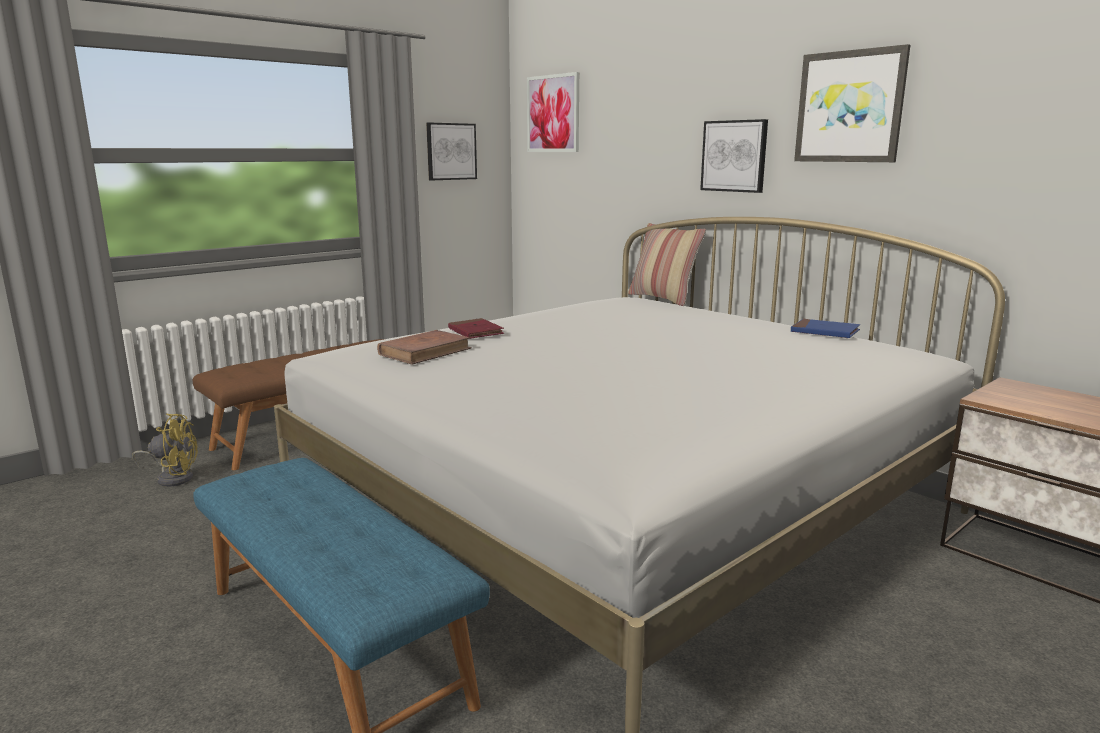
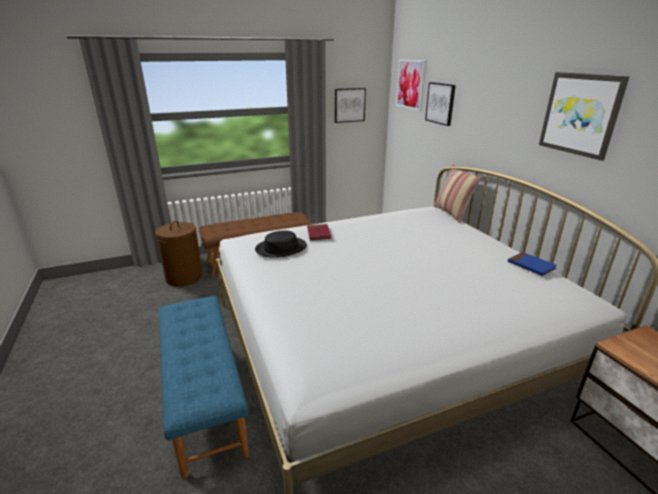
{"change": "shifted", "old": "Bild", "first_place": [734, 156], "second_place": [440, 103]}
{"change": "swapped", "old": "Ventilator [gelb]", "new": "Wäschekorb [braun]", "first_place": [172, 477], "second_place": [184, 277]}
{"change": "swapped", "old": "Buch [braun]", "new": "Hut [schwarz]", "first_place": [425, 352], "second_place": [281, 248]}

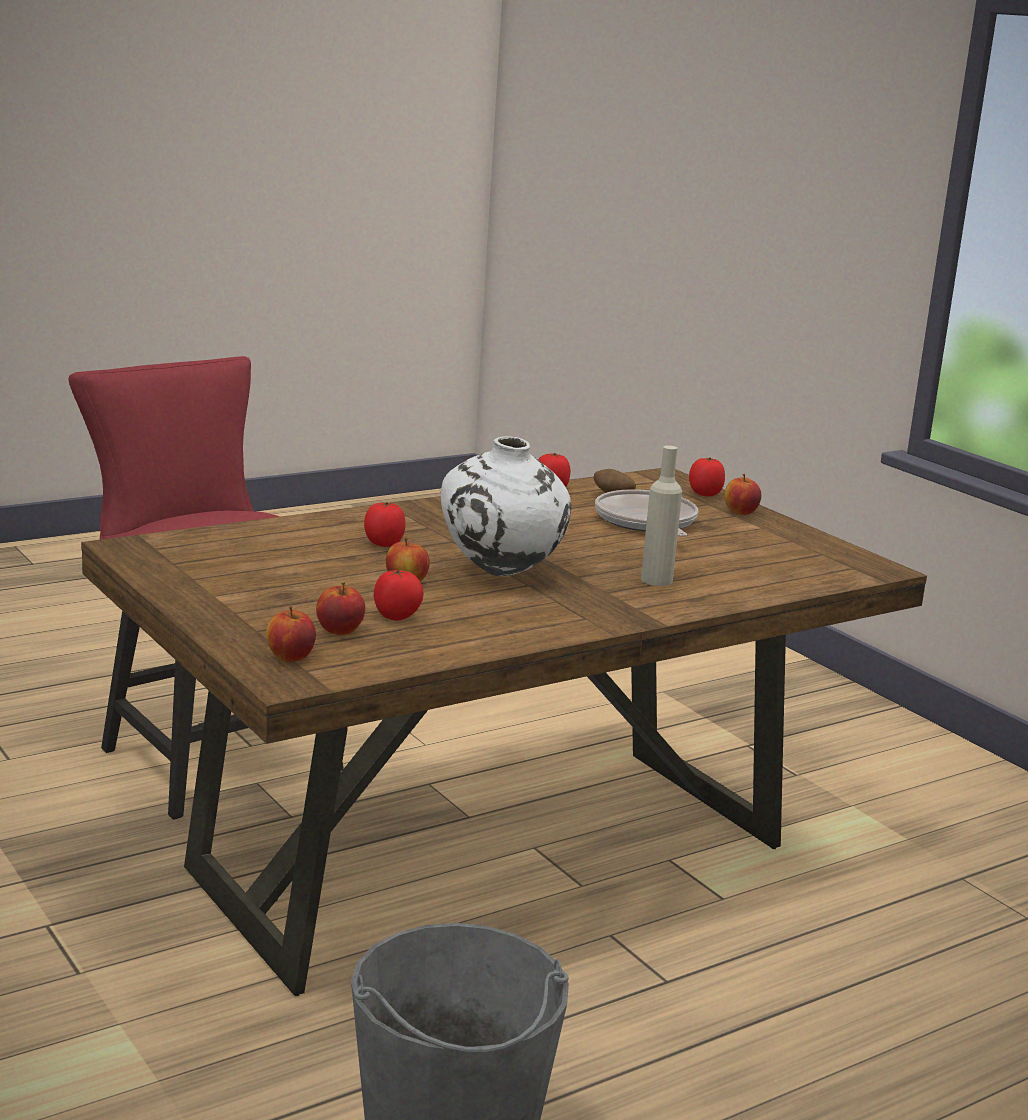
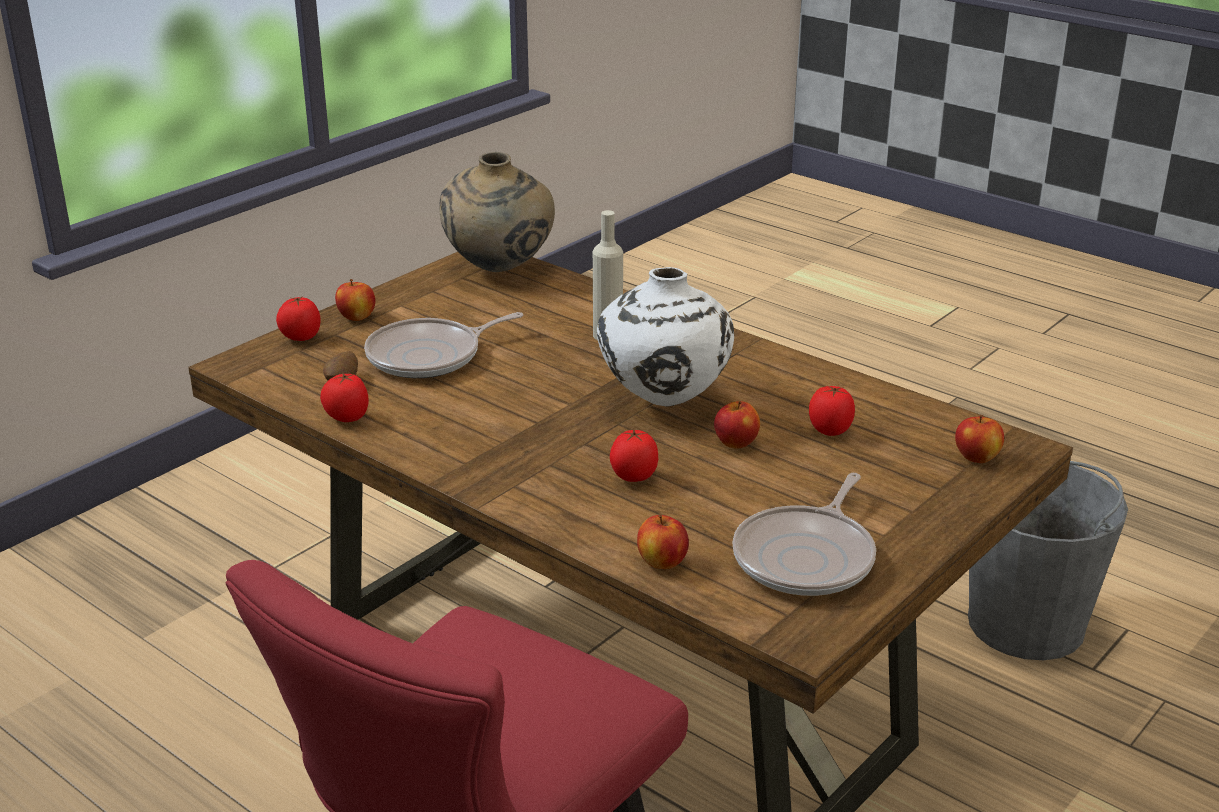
{"change": "new", "new": "Vase [beige]", "second_place": [499, 270]}
{"change": "new", "new": "Pfanne", "second_place": [807, 557]}
{"change": "shifted", "old": "Apfel", "first_place": [339, 631], "second_place": [662, 562]}

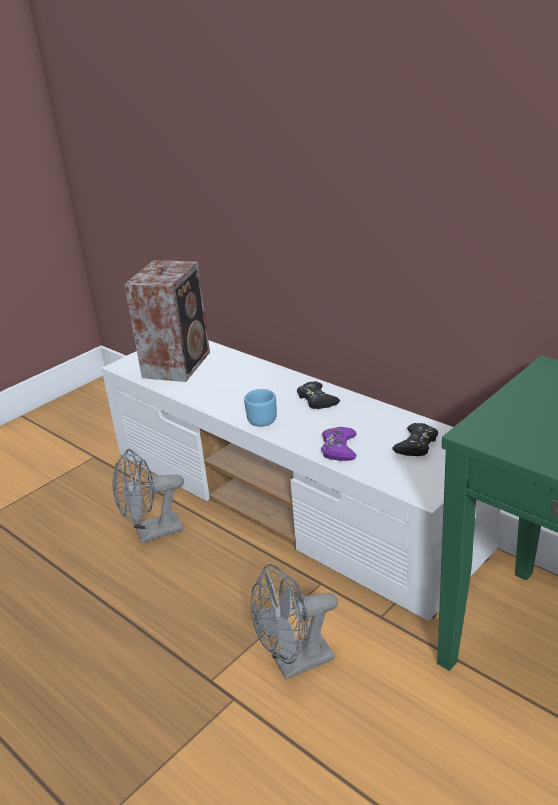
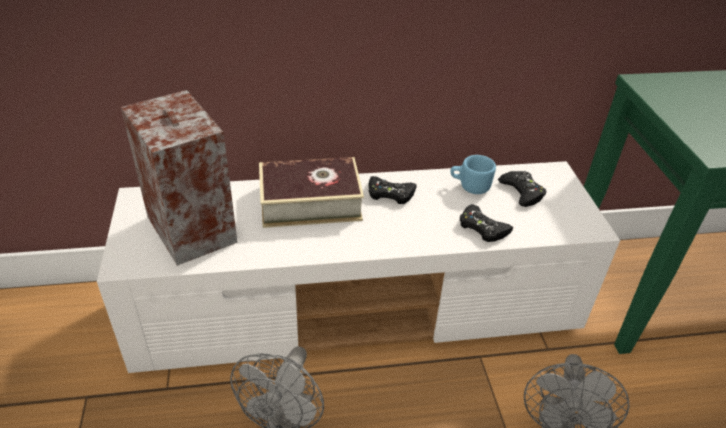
{"change": "new", "new": "Buch", "second_place": [310, 202]}
{"change": "shifted", "old": "Henkelbecher [blau]", "first_place": [260, 419], "second_place": [469, 186]}
{"change": "repainted", "old": "Gamepad [lila]", "new": "Gamepad [schwarz]", "first_place": [339, 448], "second_place": [482, 227]}

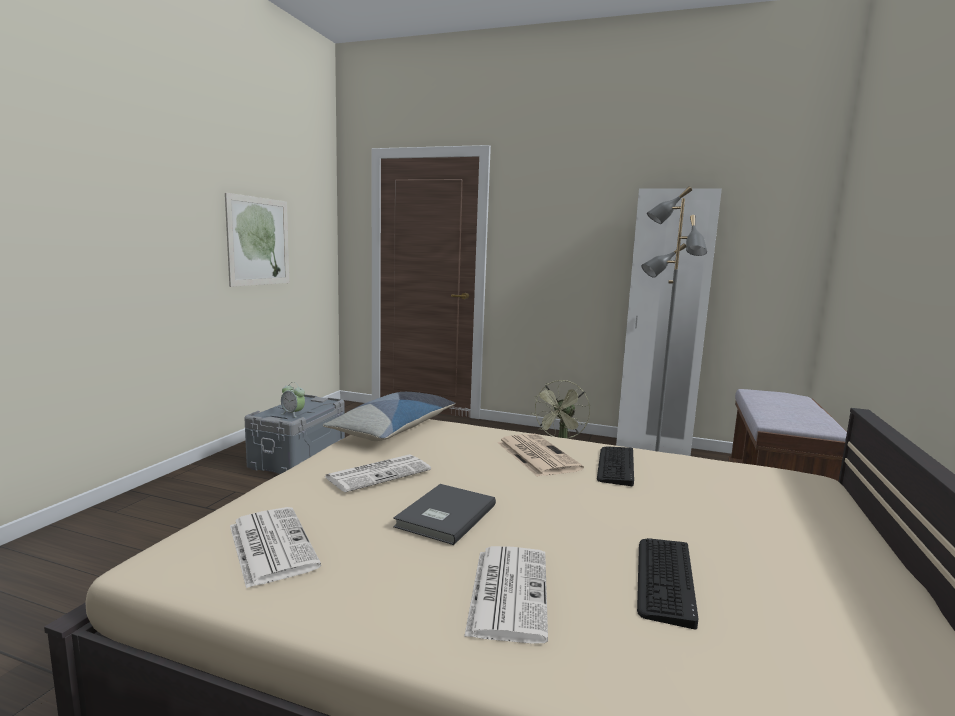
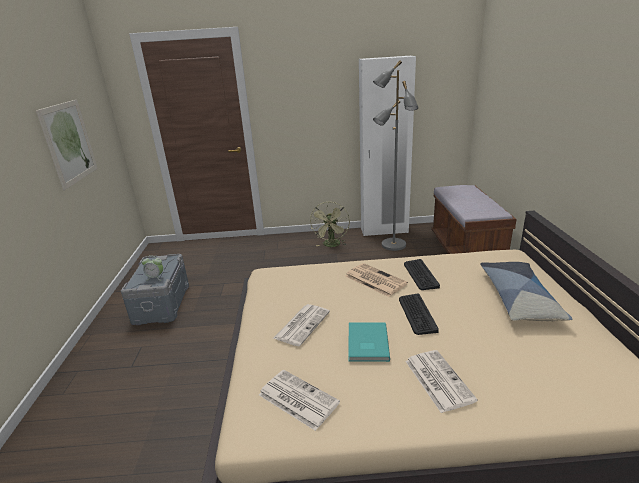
{"change": "shifted", "old": "Kissen", "first_place": [395, 428], "second_place": [519, 298]}
{"change": "shifted", "old": "Tastatur", "first_place": [664, 579], "second_place": [417, 314]}
{"change": "repainted", "old": "Buch [grau]", "new": "Buch [türkis]", "first_place": [443, 516], "second_place": [366, 343]}

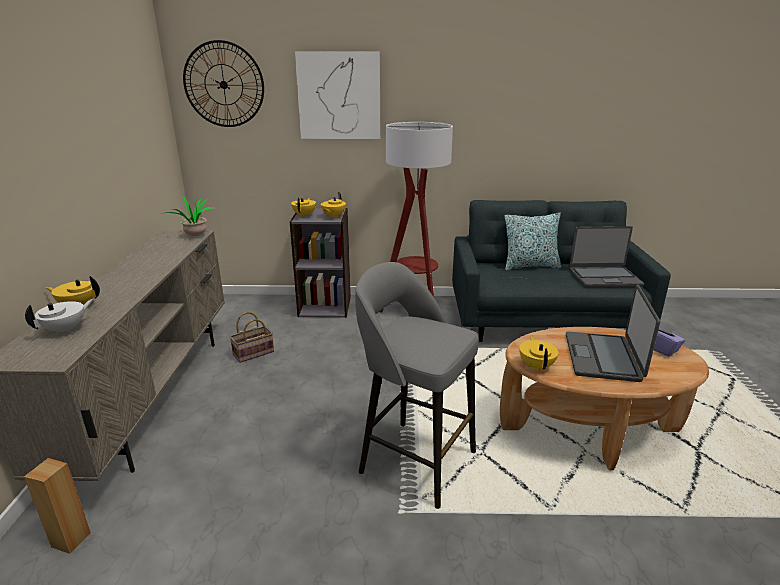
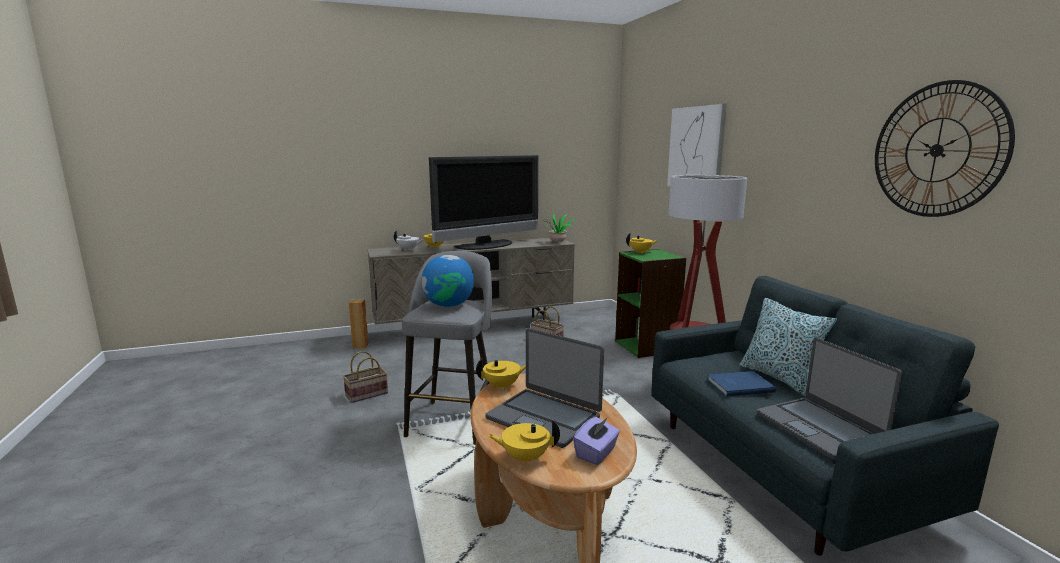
{"change": "new", "new": "Korb", "second_place": [366, 395]}
{"change": "new", "new": "Globus", "second_place": [449, 305]}
{"change": "new", "new": "Fernseher", "second_place": [487, 245]}
{"change": "new", "new": "Buch [blau]", "second_place": [738, 385]}
{"change": "shifted", "old": "Wanduhr", "first_place": [223, 84], "second_place": [937, 150]}
{"change": "shifted", "old": "Teekanne [gelb]", "first_place": [333, 216], "second_place": [525, 457]}
{"change": "repainted", "old": "Bücherregal [grau]", "new": "Bücherregal [grün]", "first_place": [325, 306], "second_place": [647, 346]}
{"change": "rotated", "old": "Laptop", "first_place": [603, 357], "second_place": [544, 417], "degrees": -135}

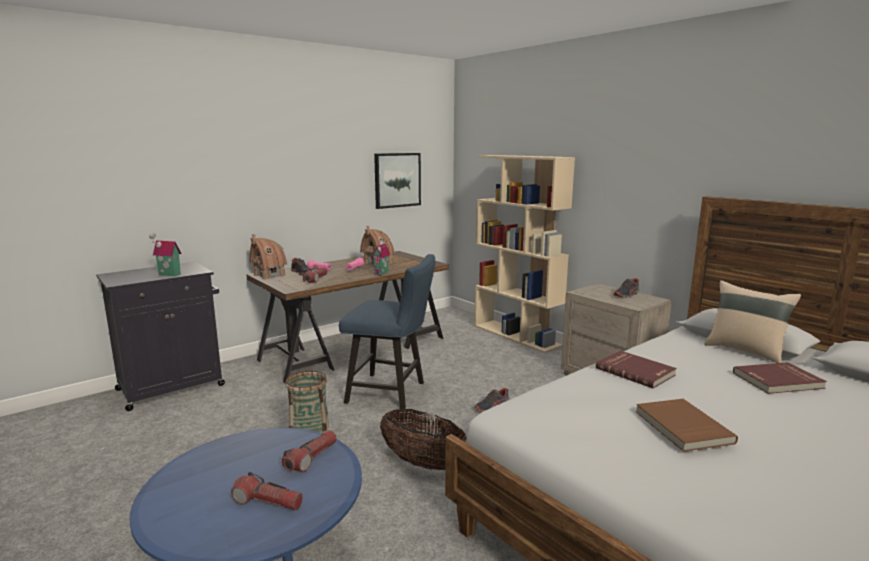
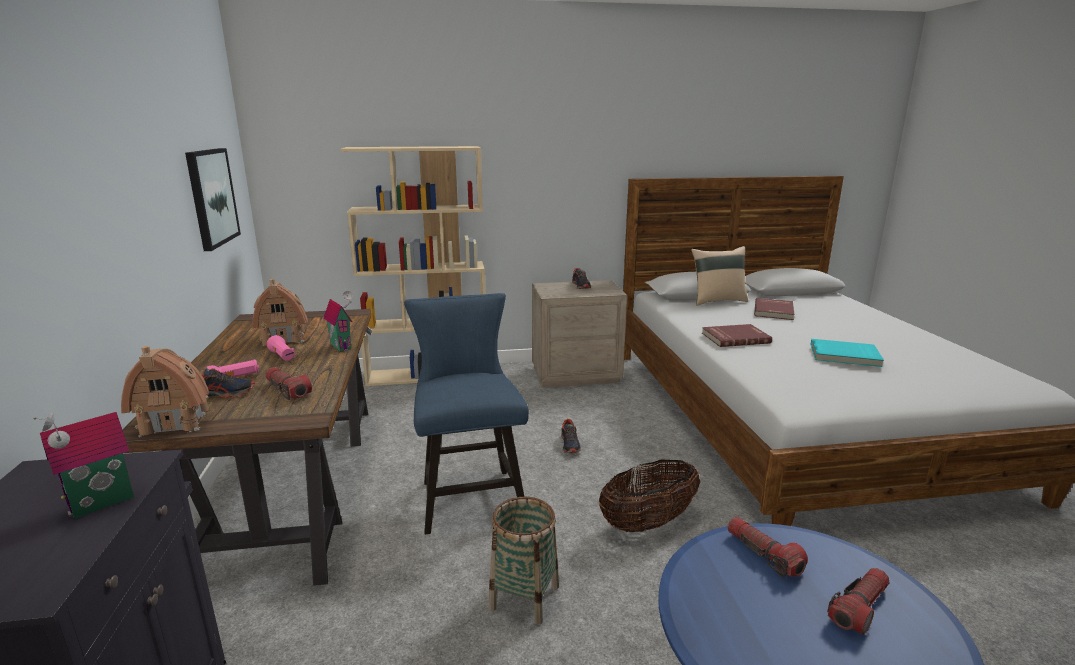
{"change": "repainted", "old": "Buch [braun]", "new": "Buch [türkis]", "first_place": [681, 427], "second_place": [845, 355]}
{"change": "rotated", "old": "Stuhl [blau]", "first_place": [392, 393], "second_place": [469, 494], "degrees": -60}

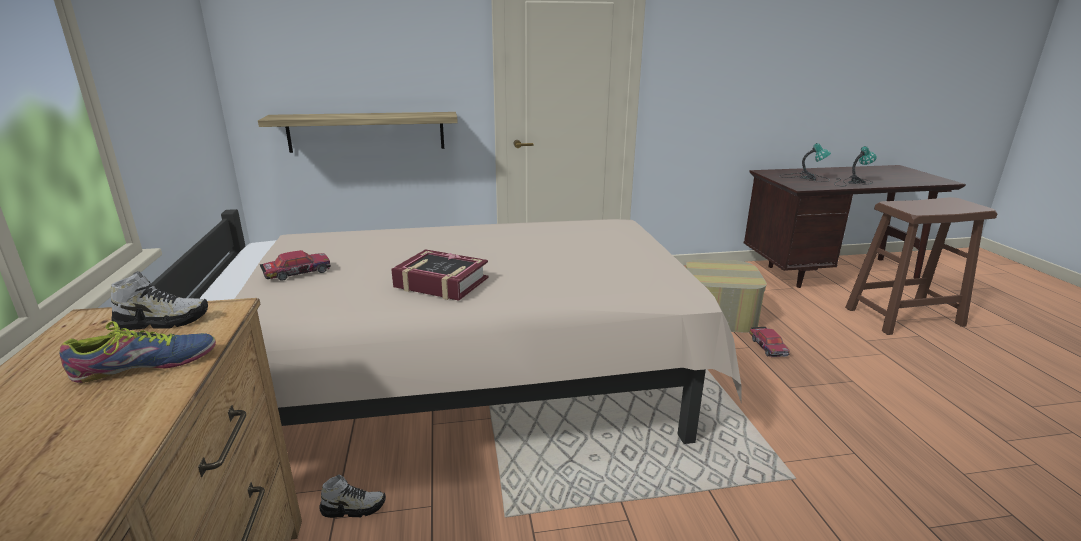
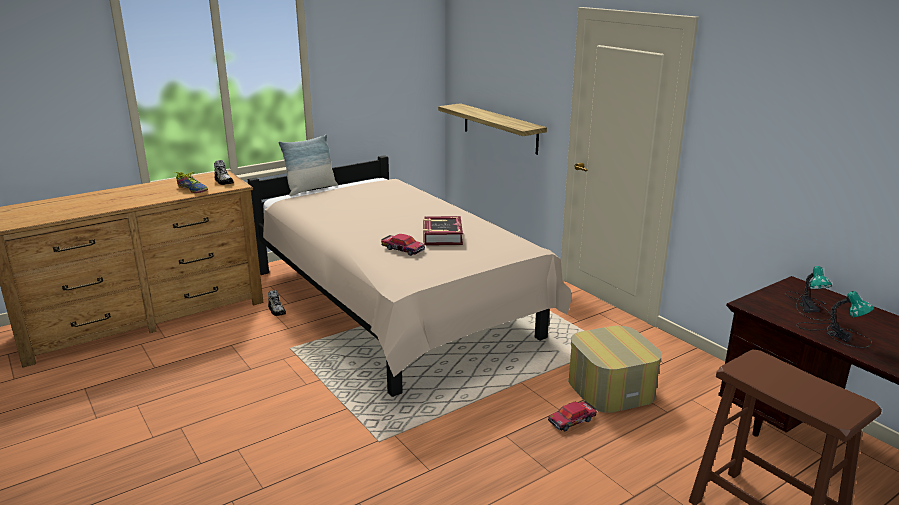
{"change": "new", "new": "Kissen", "second_place": [311, 189]}
{"change": "shifted", "old": "Spielzeugauto", "first_place": [297, 273], "second_place": [403, 249]}
{"change": "shifted", "old": "Buch", "first_place": [441, 283], "second_place": [442, 236]}

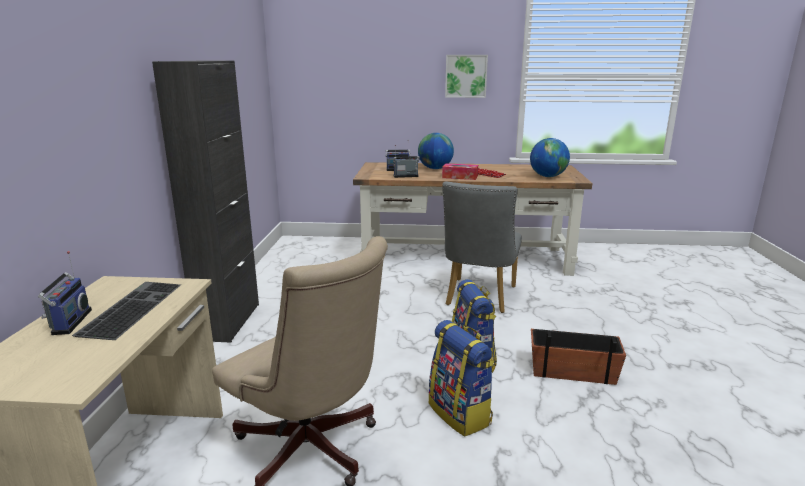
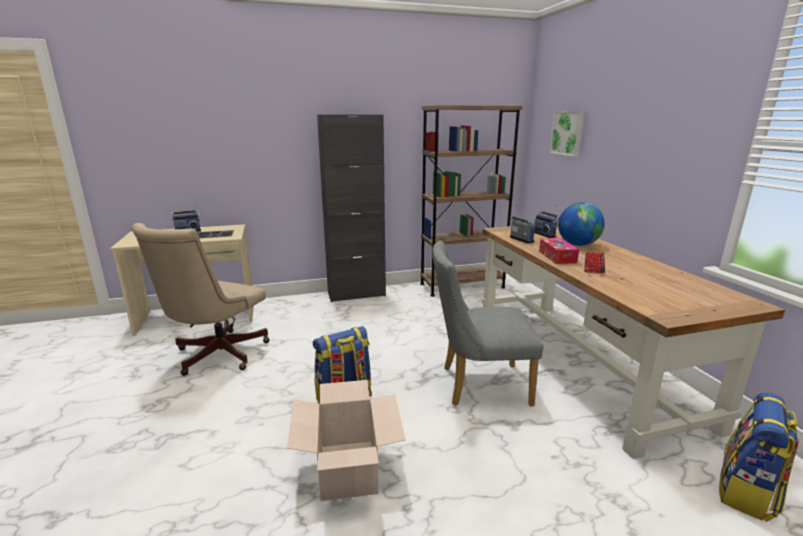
{"change": "gone", "old": "Globus", "first_place": [547, 176]}
{"change": "new", "new": "Bücherregal [braun]", "second_place": [462, 285]}
{"change": "shifted", "old": "Rucksack", "first_place": [460, 414], "second_place": [747, 492]}
{"change": "shifted", "old": "Bild", "first_place": [466, 76], "second_place": [568, 133]}
{"change": "swapped", "old": "Pflanzkübel", "new": "Karton", "first_place": [572, 371], "second_place": [347, 469]}

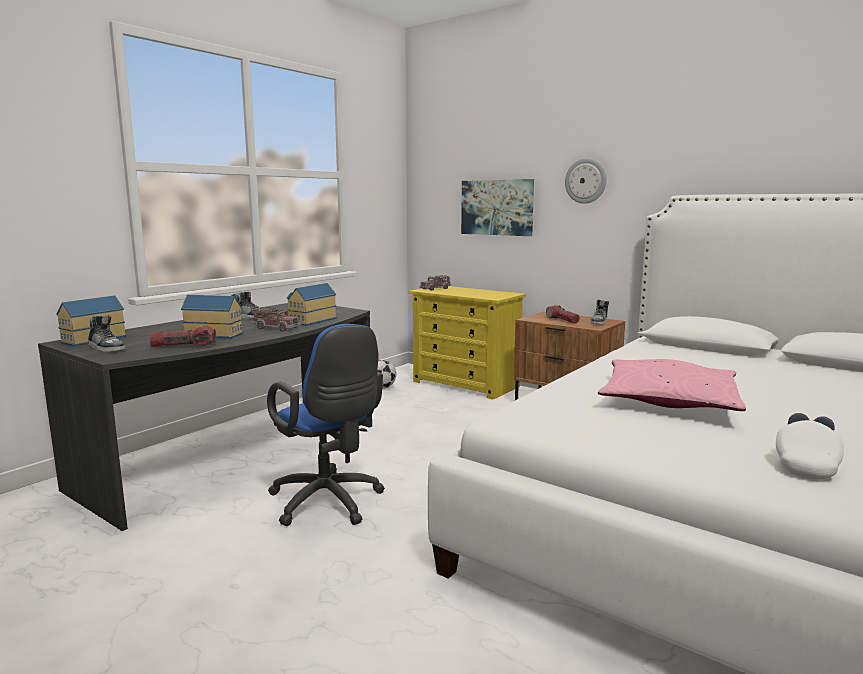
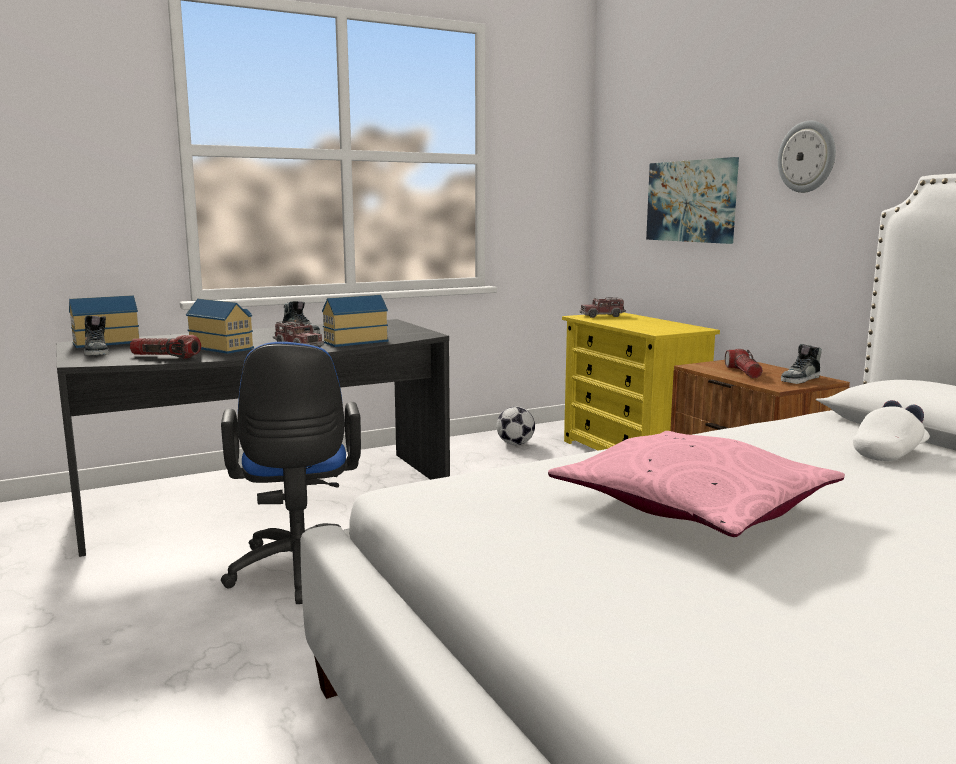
{"change": "shifted", "old": "Kappe [weiß]", "first_place": [805, 465], "second_place": [889, 452]}

